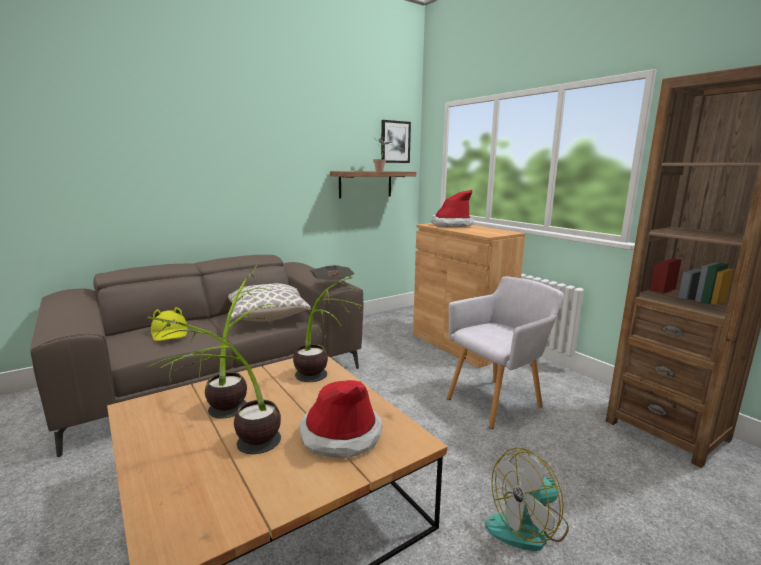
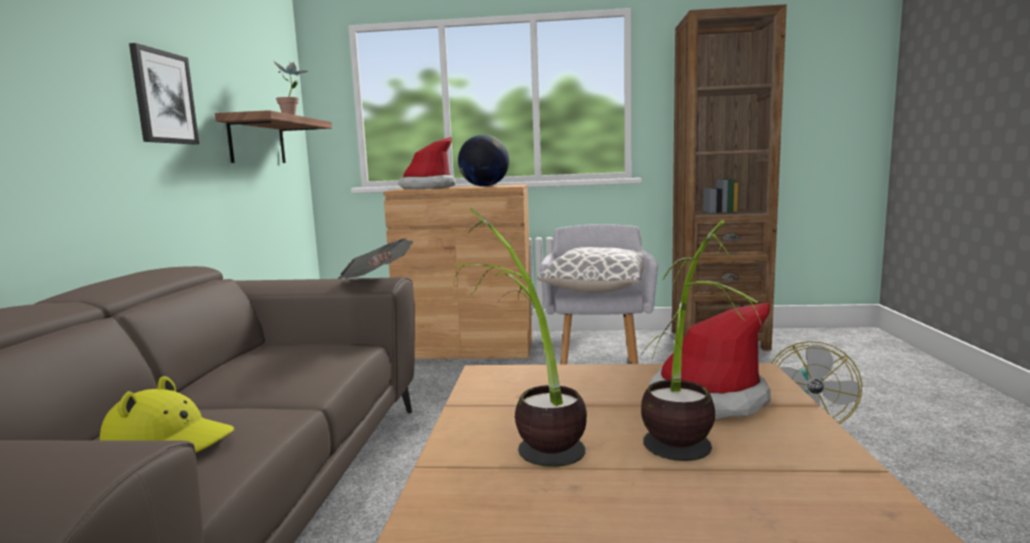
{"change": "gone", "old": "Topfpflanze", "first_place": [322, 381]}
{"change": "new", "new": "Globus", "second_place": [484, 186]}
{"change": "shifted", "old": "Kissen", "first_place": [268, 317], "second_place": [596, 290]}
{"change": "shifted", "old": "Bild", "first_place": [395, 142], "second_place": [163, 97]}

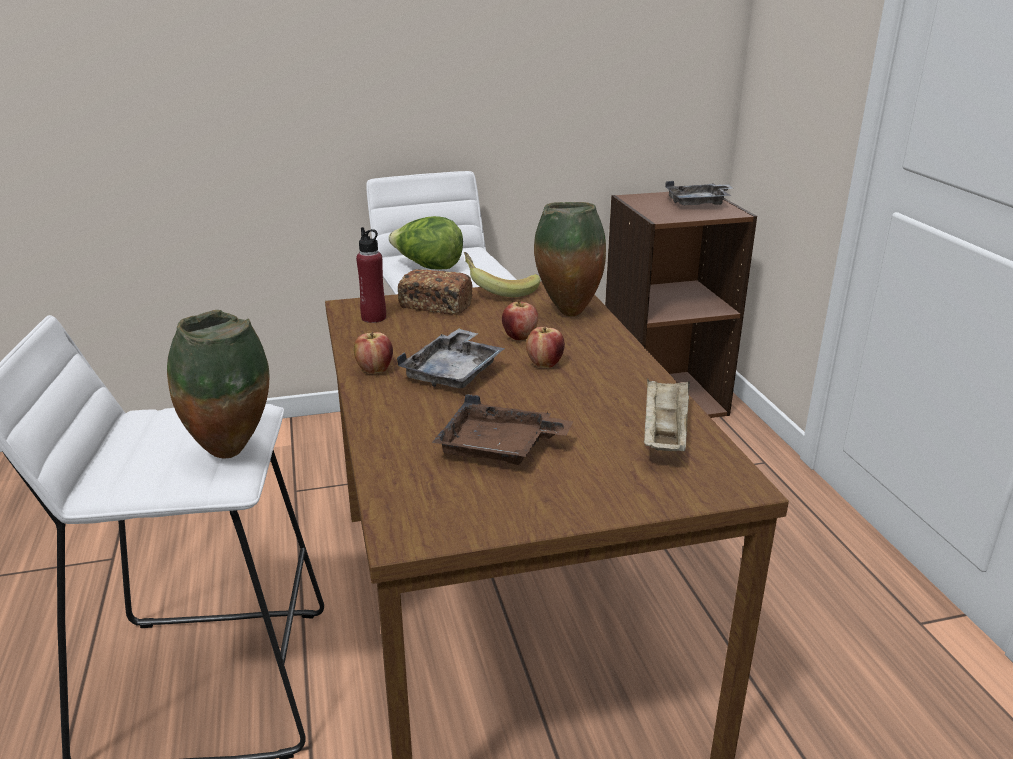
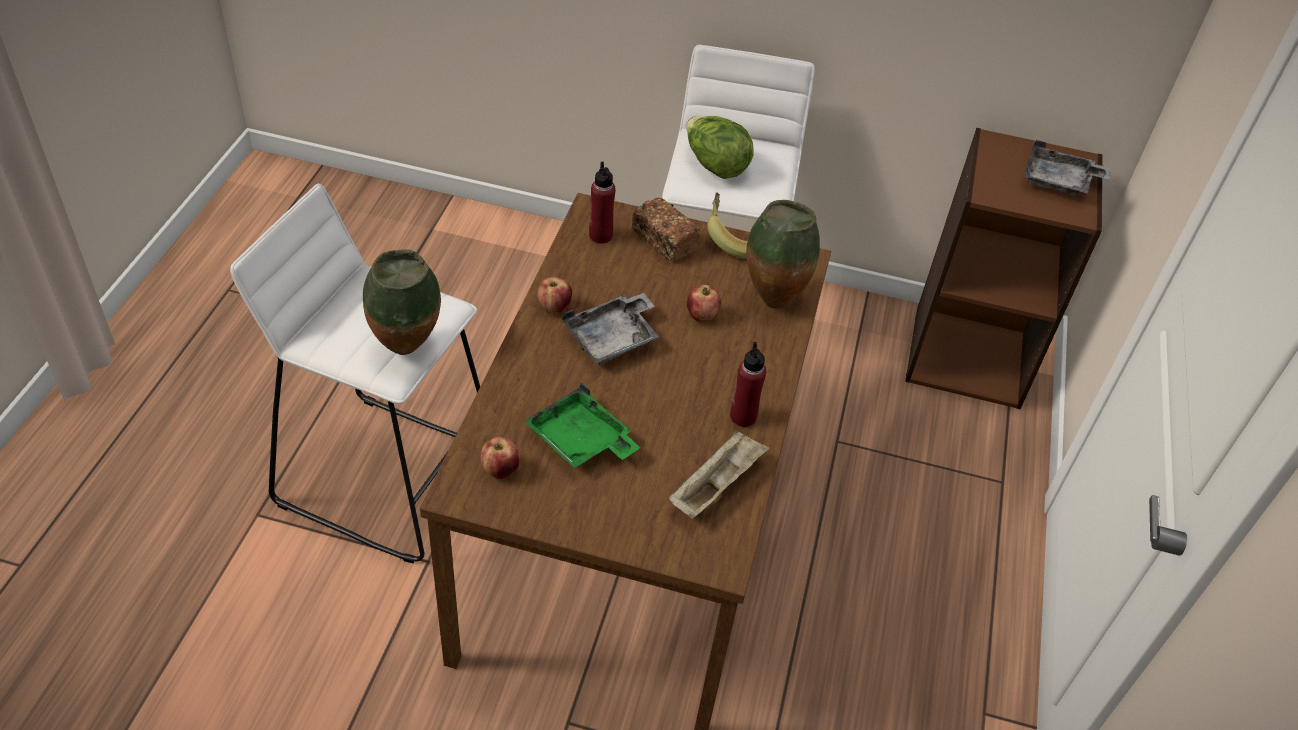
{"change": "new", "new": "Flasche [rot]", "second_place": [743, 416]}
{"change": "shifted", "old": "Apfel", "first_place": [545, 364], "second_place": [500, 470]}
{"change": "repainted", "old": "Tablett [braun]", "new": "Tablett [grün]", "first_place": [499, 448], "second_place": [580, 441]}

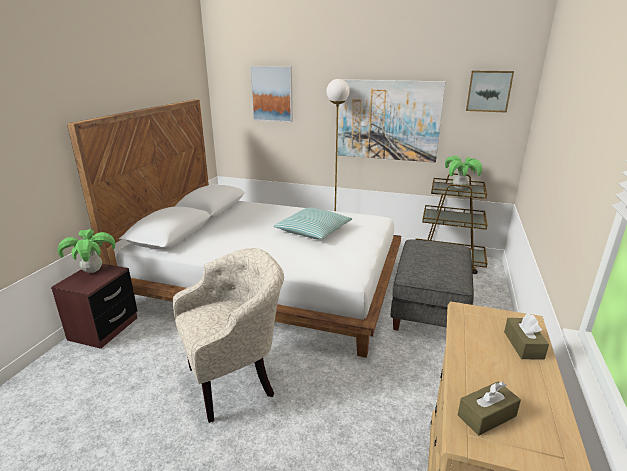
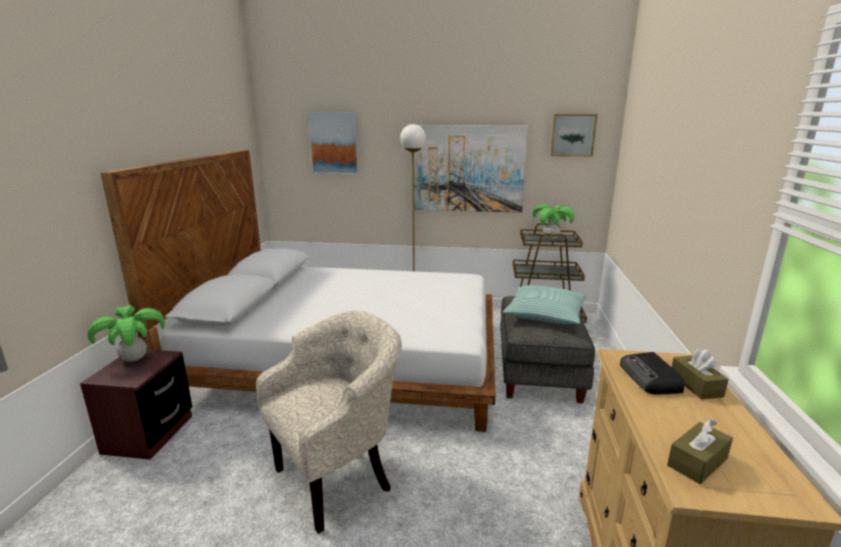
{"change": "new", "new": "Radio", "second_place": [650, 378]}
{"change": "shifted", "old": "Kissen", "first_place": [313, 231], "second_place": [545, 314]}

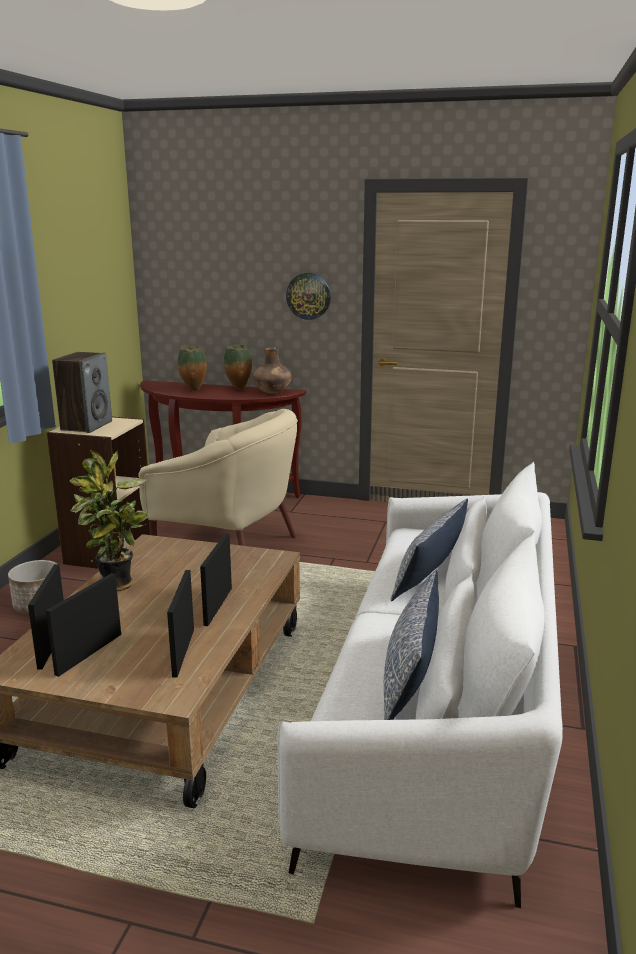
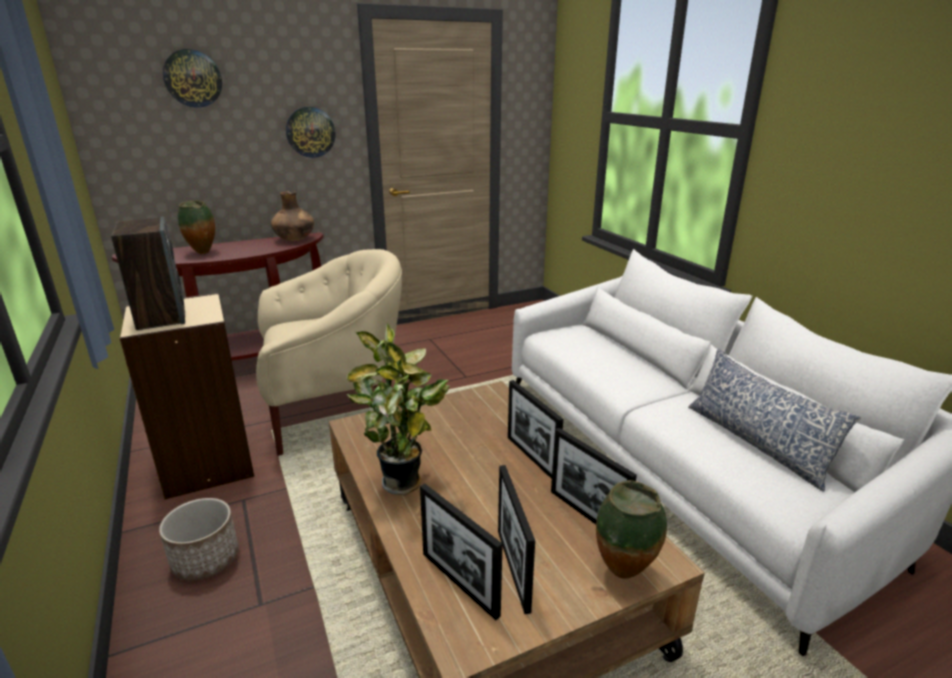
{"change": "gone", "old": "Kissen", "first_place": [429, 573]}
{"change": "new", "new": "Wanduhr", "second_place": [193, 78]}
{"change": "shifted", "old": "Vase", "first_place": [239, 389], "second_place": [624, 575]}

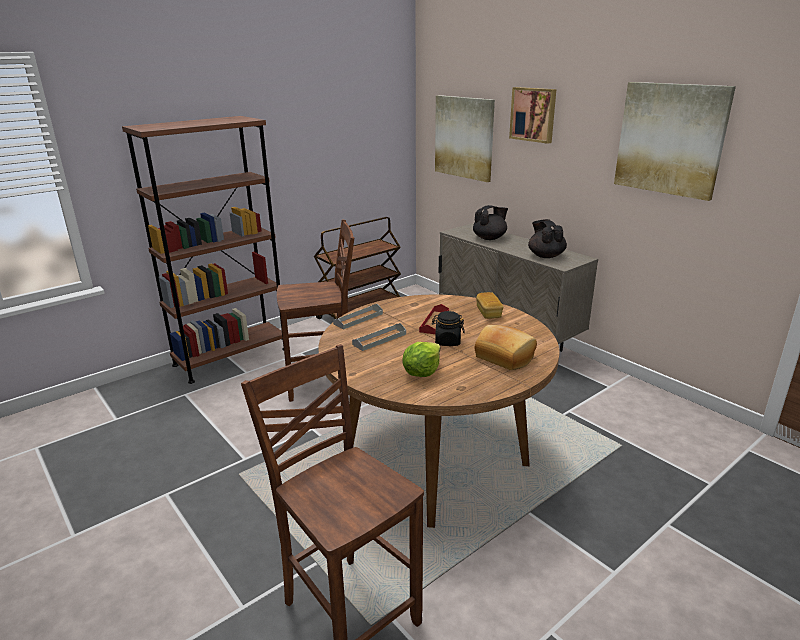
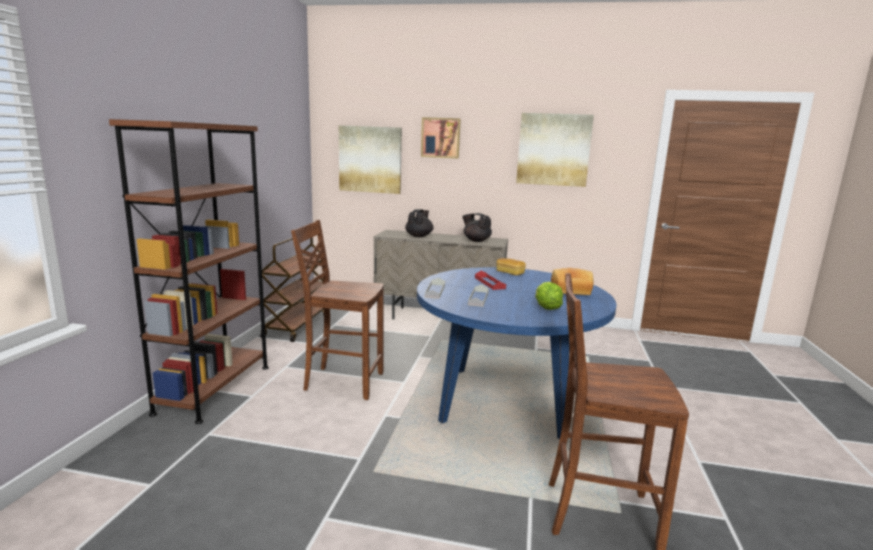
{"change": "gone", "old": "Vorratsglas [schwarz]", "first_place": [447, 341]}
{"change": "repainted", "old": "Esstisch [braun]", "new": "Esstisch [blau]", "first_place": [435, 459], "second_place": [505, 401]}
{"change": "rotated", "old": "Stuhl [braun]", "first_place": [323, 383], "second_place": [342, 381], "degrees": -120}

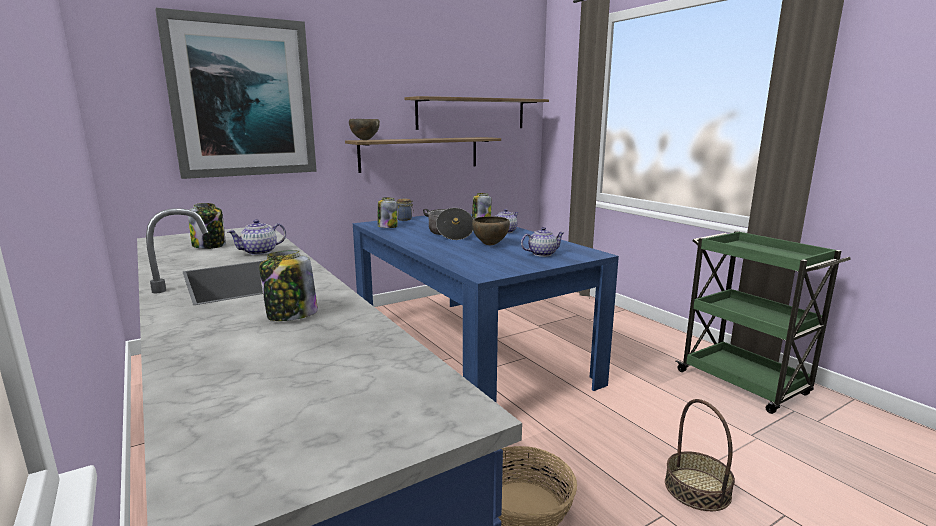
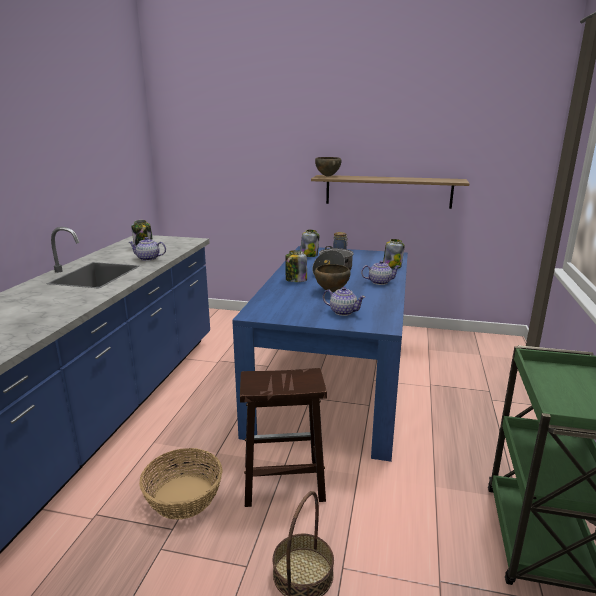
{"change": "gone", "old": "Bild", "first_place": [242, 98]}
{"change": "gone", "old": "Wandregal", "first_place": [472, 113]}
{"change": "new", "new": "Hocker [braun]", "second_place": [282, 482]}
{"change": "shifted", "old": "Vorratsglas", "first_place": [291, 315], "second_place": [295, 280]}

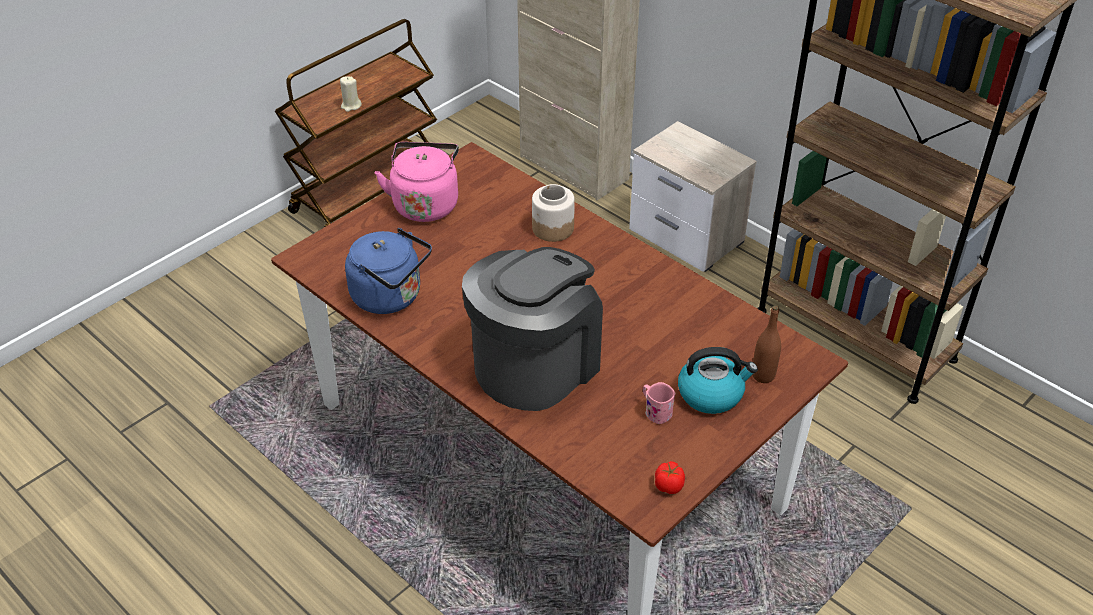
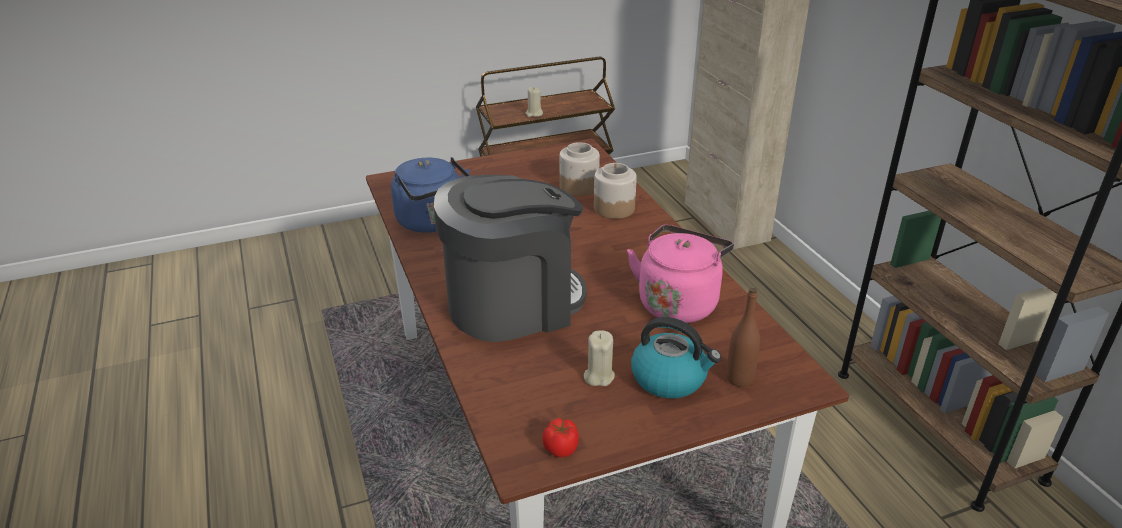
{"change": "gone", "old": "Nachttisch", "first_place": [687, 237]}
{"change": "new", "new": "Vorratsglas", "second_place": [578, 186]}
{"change": "shifted", "old": "Wasserkessel [rosa]", "first_place": [425, 203], "second_place": [678, 302]}
{"change": "swapped", "old": "Henkelbecher [rosa]", "new": "Kerze [beige]", "first_place": [655, 411], "second_place": [598, 376]}

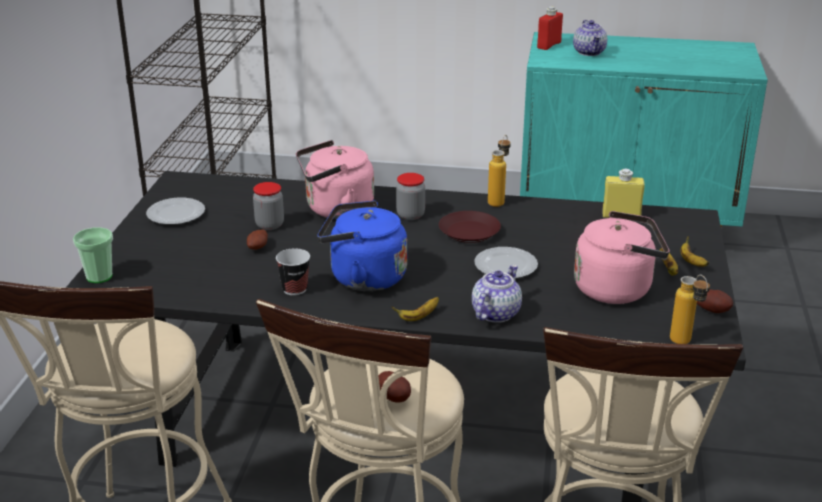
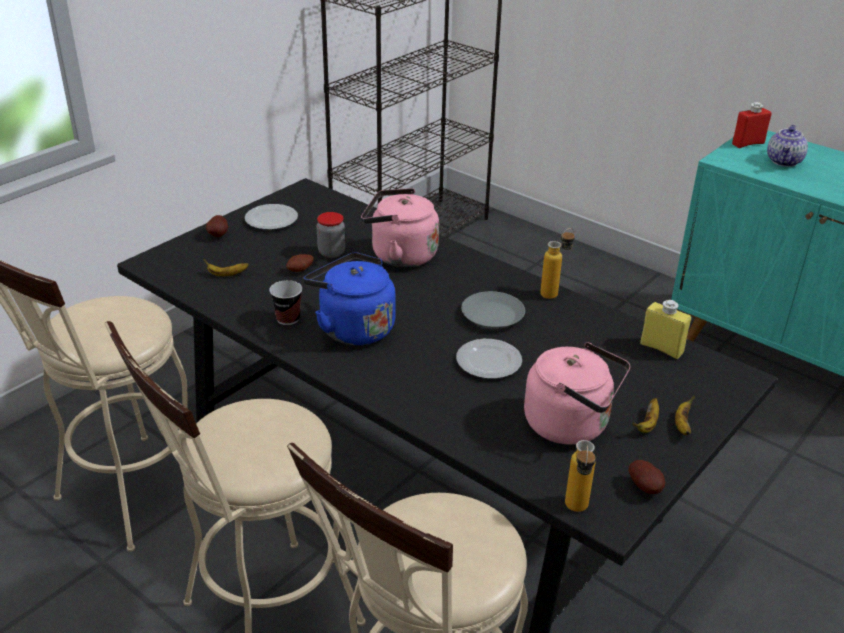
{"change": "gone", "old": "Tasse", "first_place": [99, 276]}
{"change": "gone", "old": "Vorratsglas", "first_place": [410, 215]}
{"change": "gone", "old": "Teekanne", "first_place": [495, 313]}
{"change": "shifted", "old": "Kartoffel", "first_place": [395, 399], "second_place": [219, 235]}
{"change": "shifted", "old": "Banane", "first_place": [418, 317], "second_place": [226, 275]}
{"change": "repainted", "old": "Teller [braun]", "new": "Teller [grau]", "first_place": [469, 232], "second_place": [492, 315]}

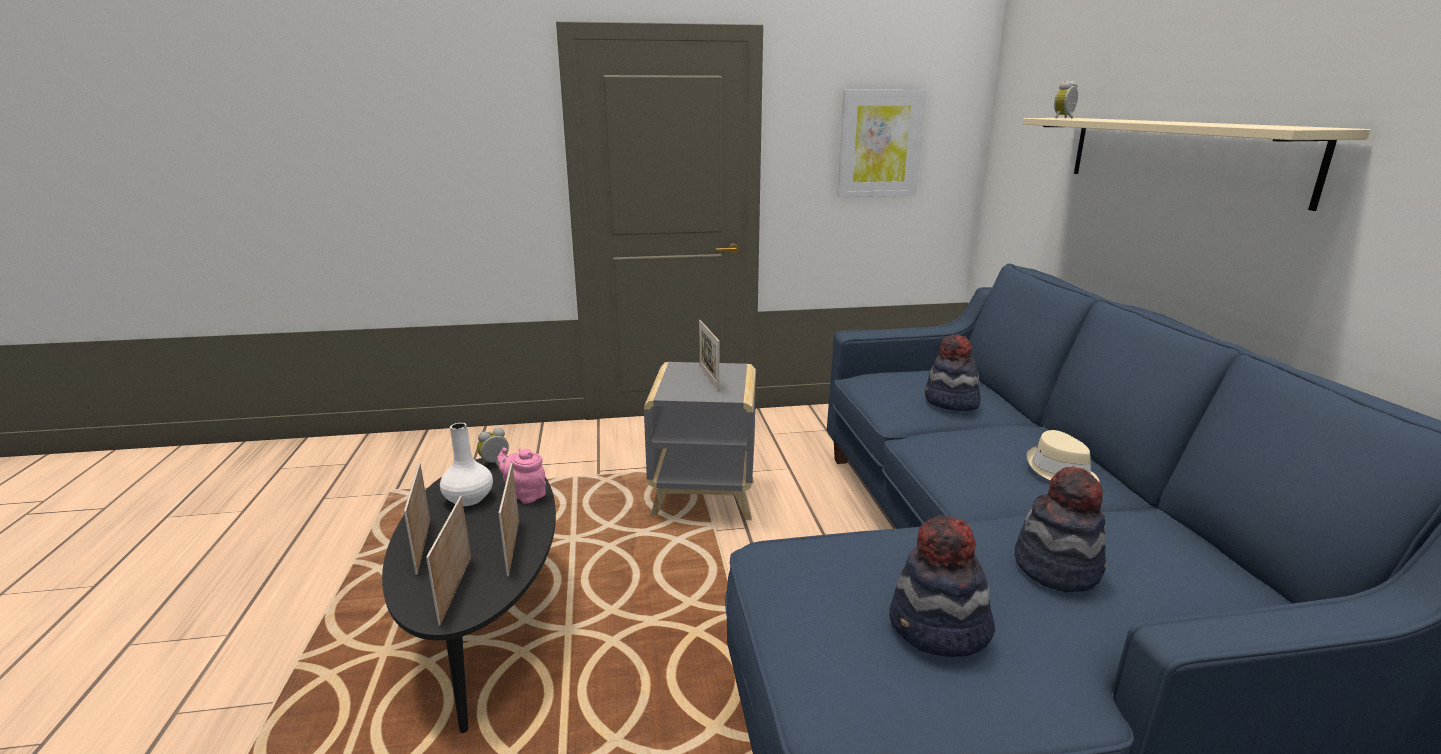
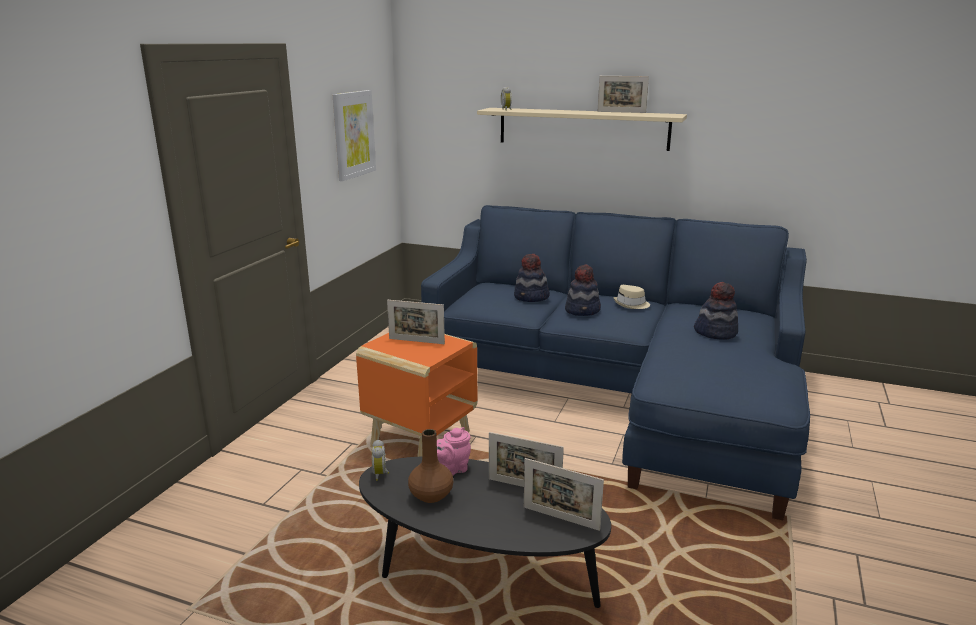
{"change": "shifted", "old": "Bilderrahmen", "first_place": [423, 546], "second_place": [621, 112]}
{"change": "shifted", "old": "Hut", "first_place": [938, 629], "second_place": [583, 310]}
{"change": "repainted", "old": "Vase [weiß]", "new": "Vase [braun]", "first_place": [469, 498], "second_place": [430, 495]}
{"change": "repainted", "old": "Beistelltisch [grau]", "new": "Beistelltisch [orange]", "first_place": [706, 497], "second_place": [421, 438]}

